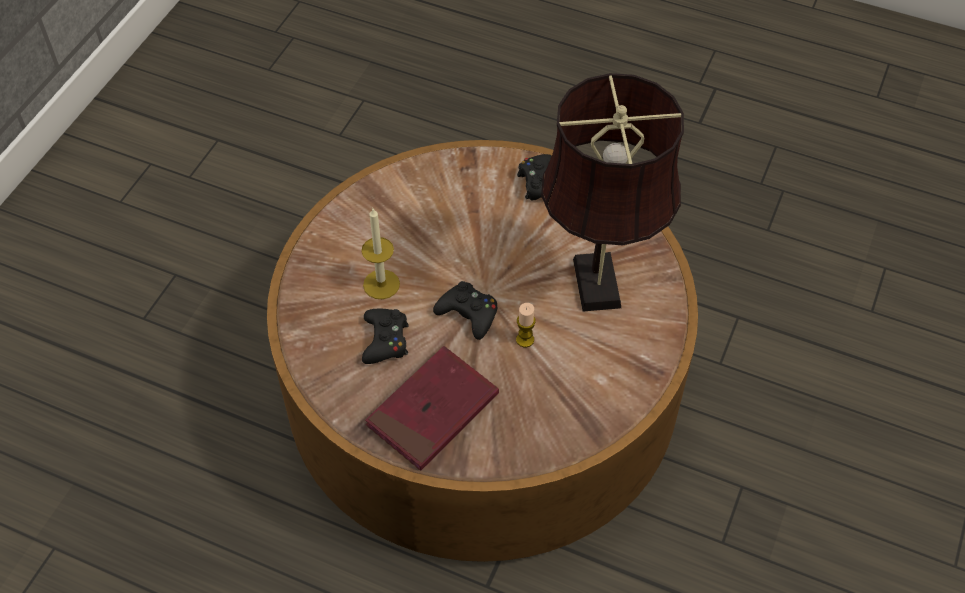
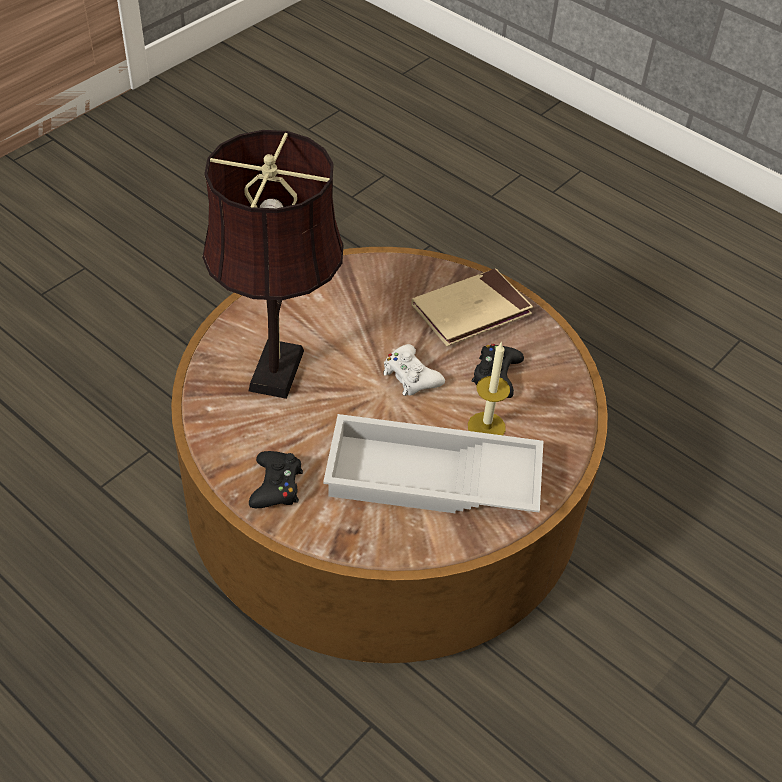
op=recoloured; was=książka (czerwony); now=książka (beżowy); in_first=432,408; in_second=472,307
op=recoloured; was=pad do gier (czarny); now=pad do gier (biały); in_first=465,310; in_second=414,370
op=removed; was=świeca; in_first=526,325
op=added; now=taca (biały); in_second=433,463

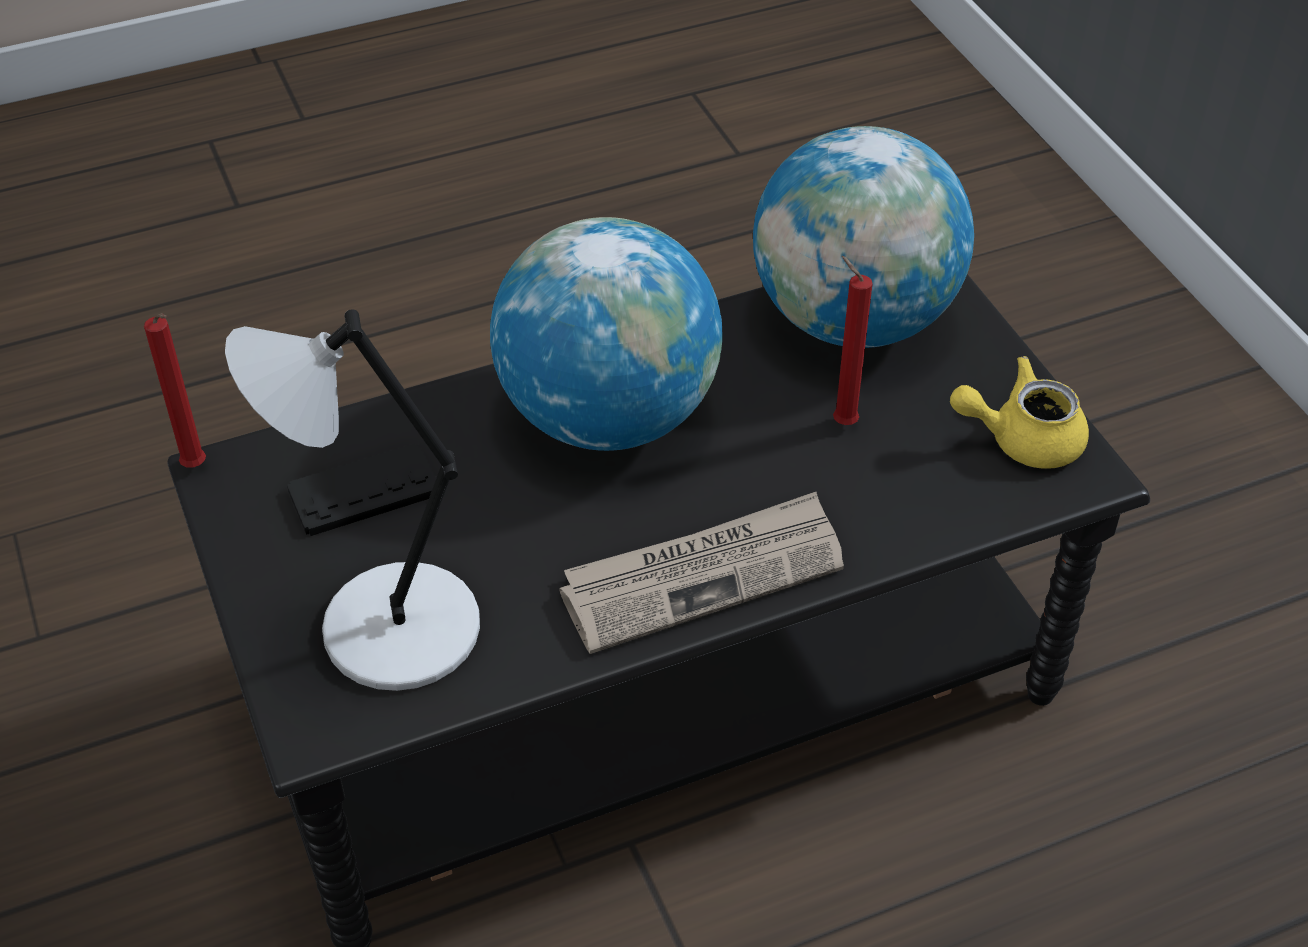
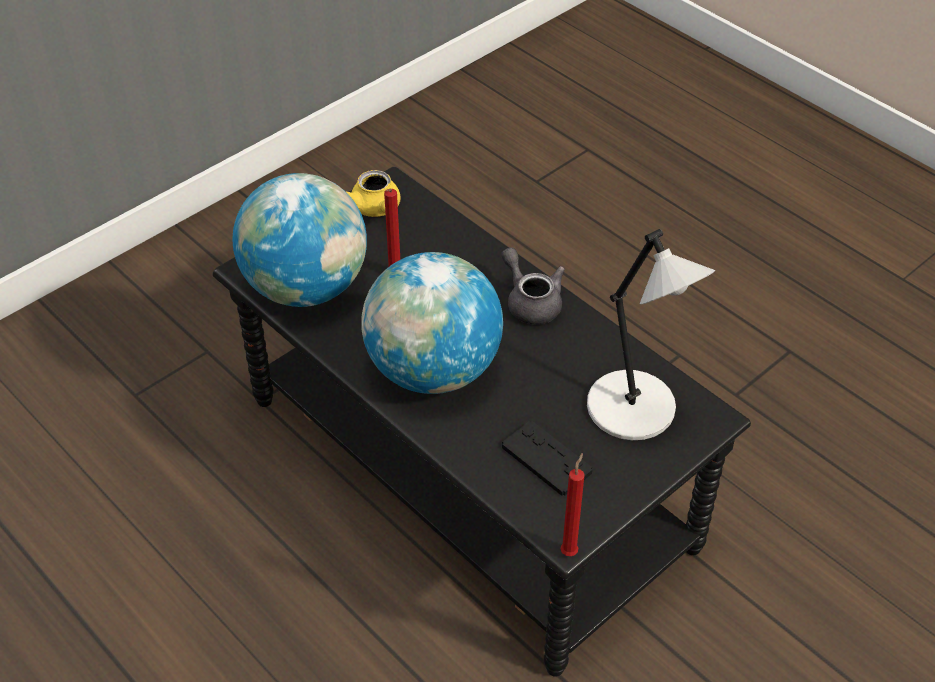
op=replaced; was=gazeta; now=imbryk (szary); in_first=701,573; in_second=533,285

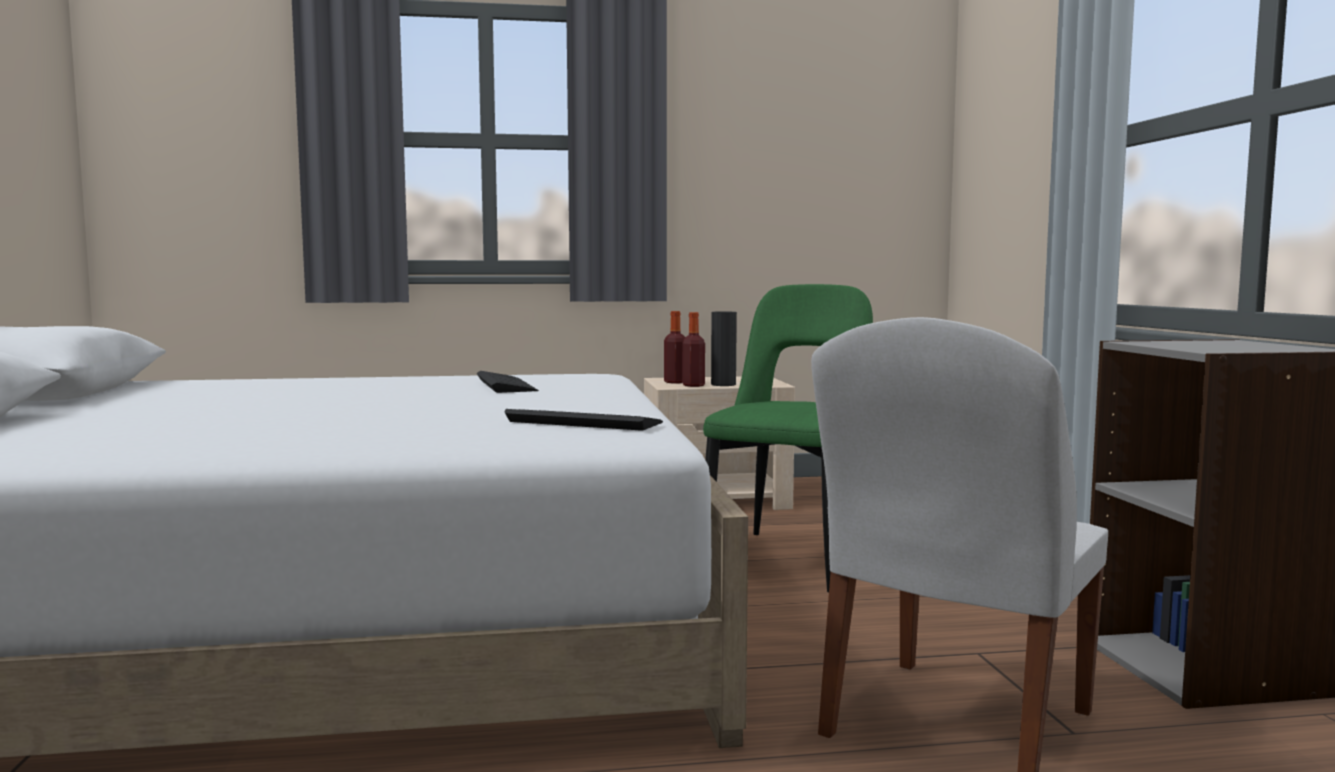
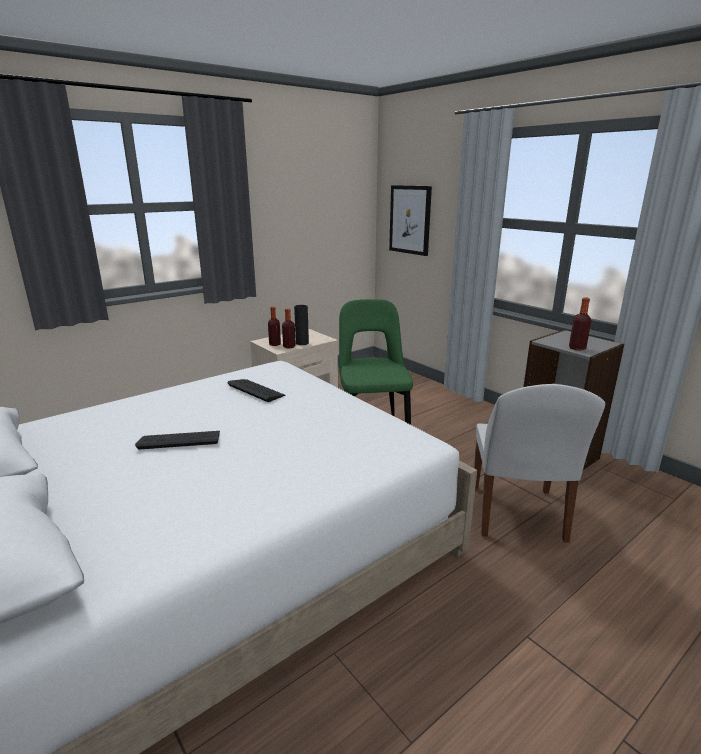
op=moved; was=klawiatura; in_first=584,419; in_second=177,440
op=added; now=obraz; in_second=410,220
op=added; now=butelka; in_second=580,324

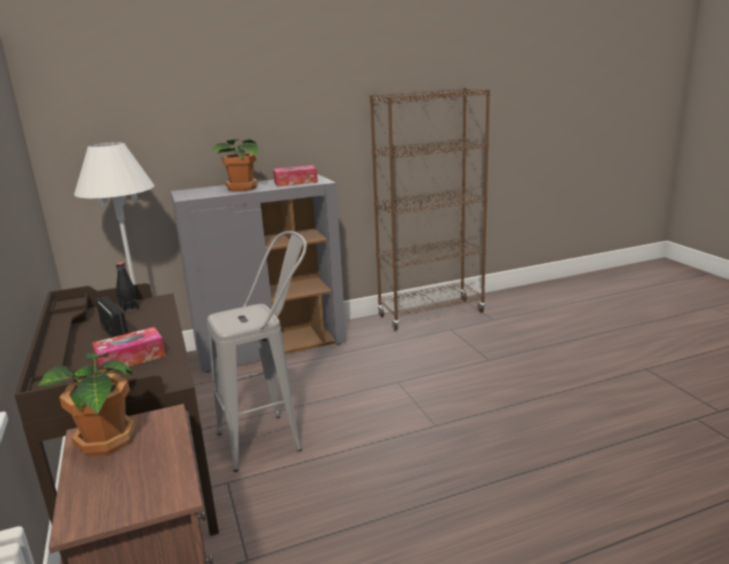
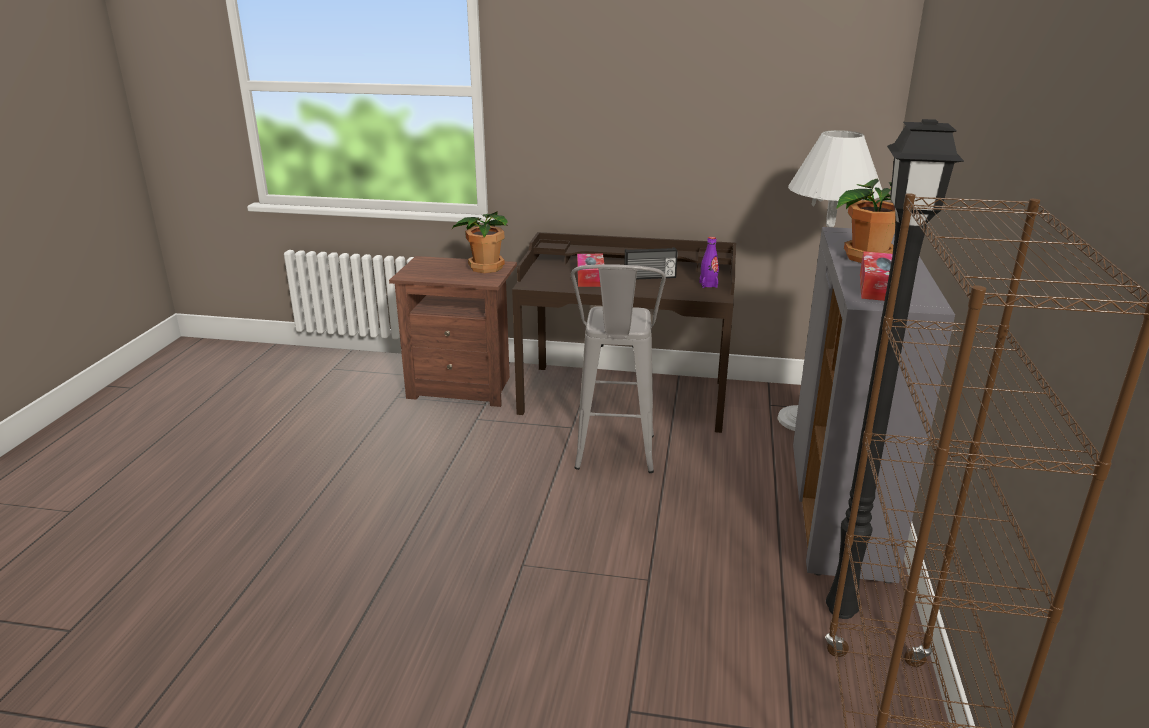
op=recoloured; was=butelka (czarny); now=butelka (fioletowy); in_first=127,287; in_second=709,262
op=added; now=lampa stojąca (czarny); in_second=895,369

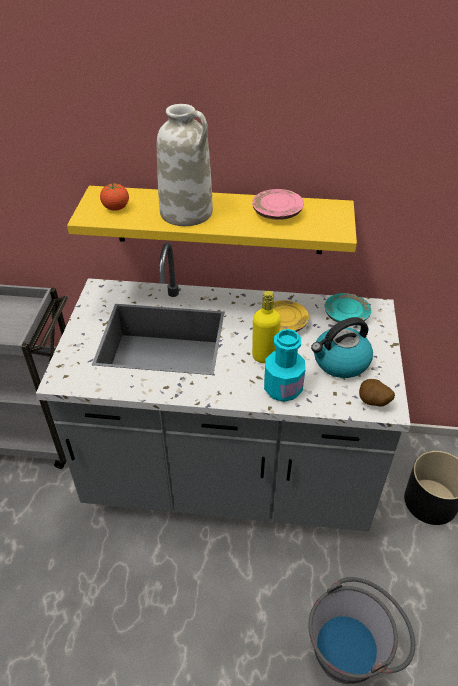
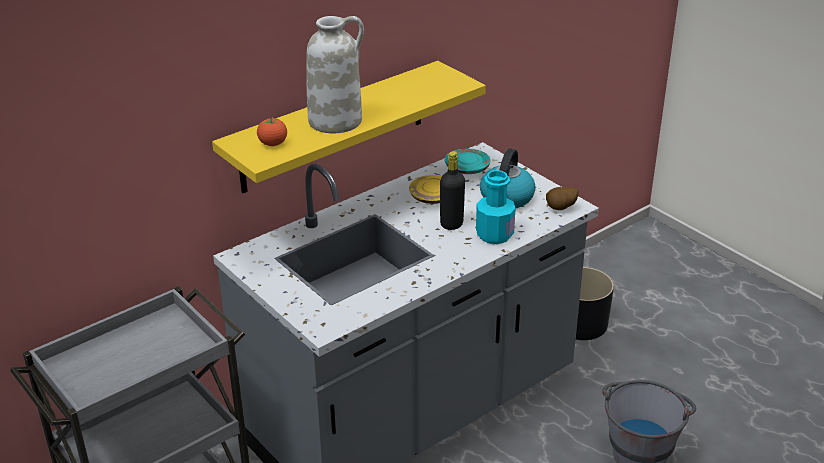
op=removed; was=talerz (różowy); in_first=278,204
op=recoloured; was=butelka (żółty); now=butelka (czarny); in_first=266,327; in_second=452,190

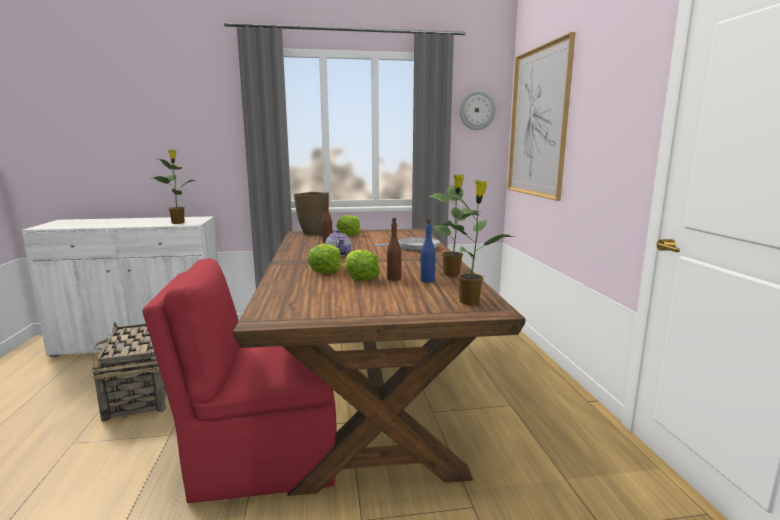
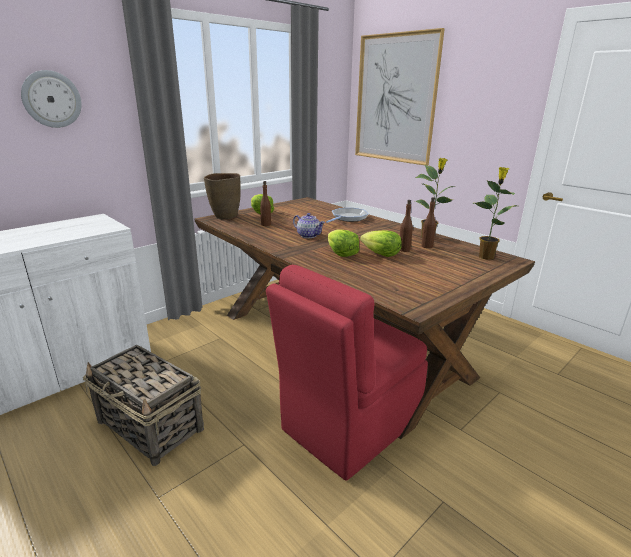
op=removed; was=roślina doniczkowa; in_first=173,187
op=recoloured; was=butelka (niebieski); now=butelka (brązowy); in_first=428,251; in_second=428,222
op=moved; was=zegar ścienny; in_first=477,110; in_second=51,99

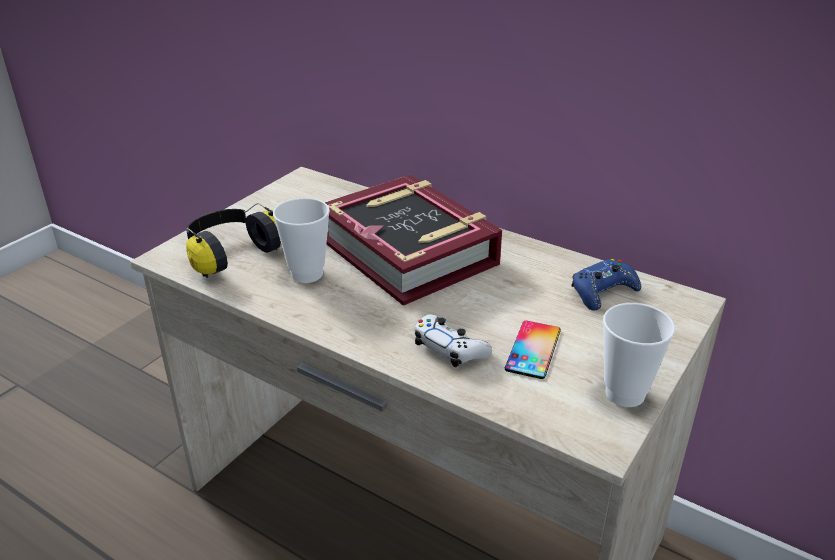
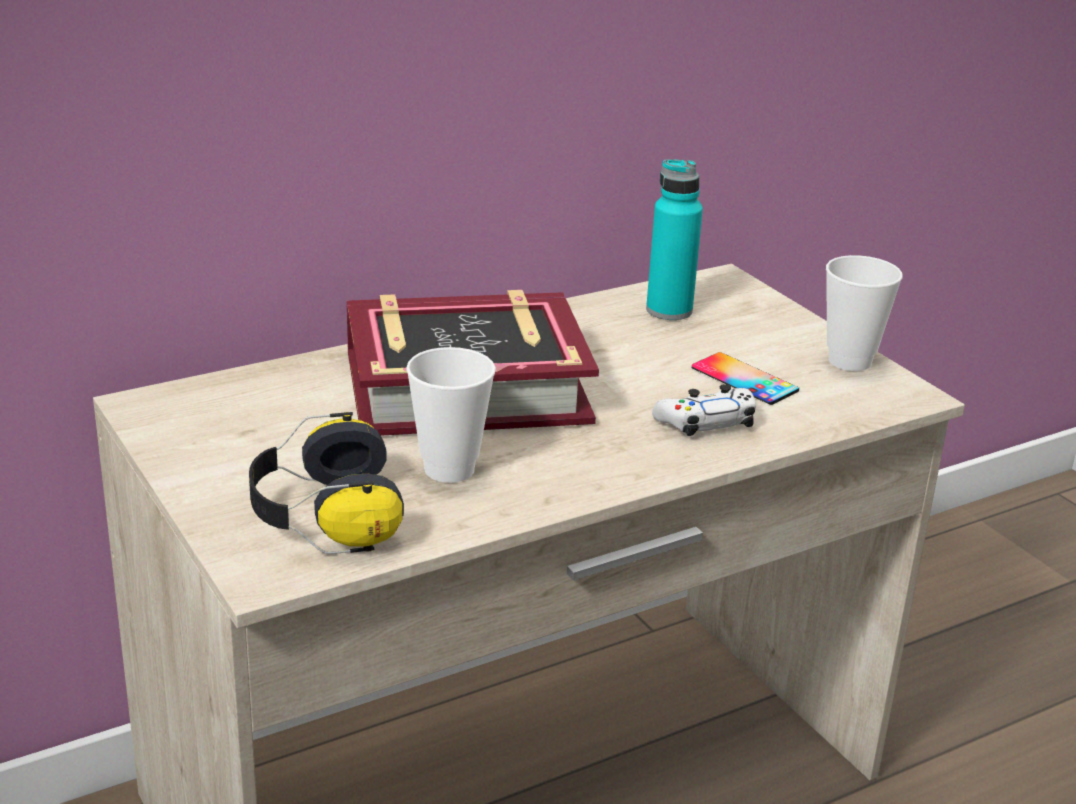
op=replaced; was=pad do gier (niebieski); now=butelka (turkusowy); in_first=606,285; in_second=674,239

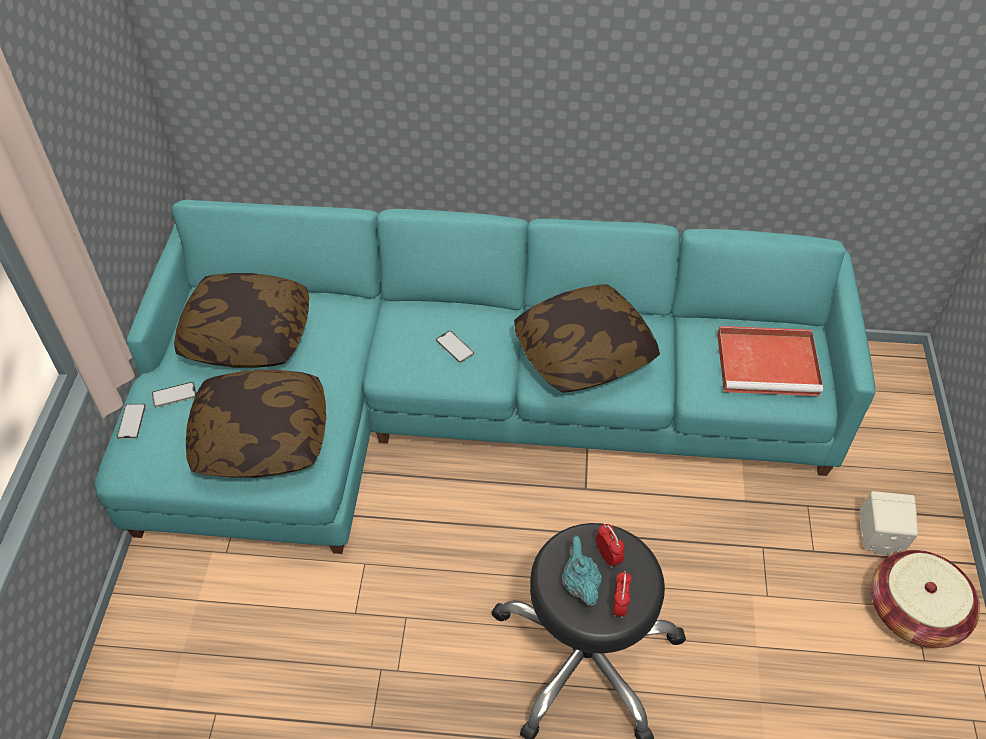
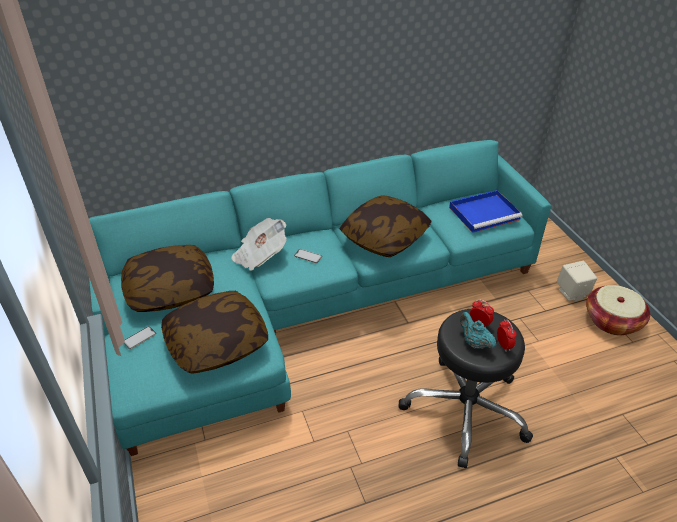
op=removed; was=telefon; in_first=131,421
op=recoloured; was=taca (czerwony); now=taca (niebieski); in_first=770,361; in_second=486,211
op=added; now=gazeta; in_second=259,244

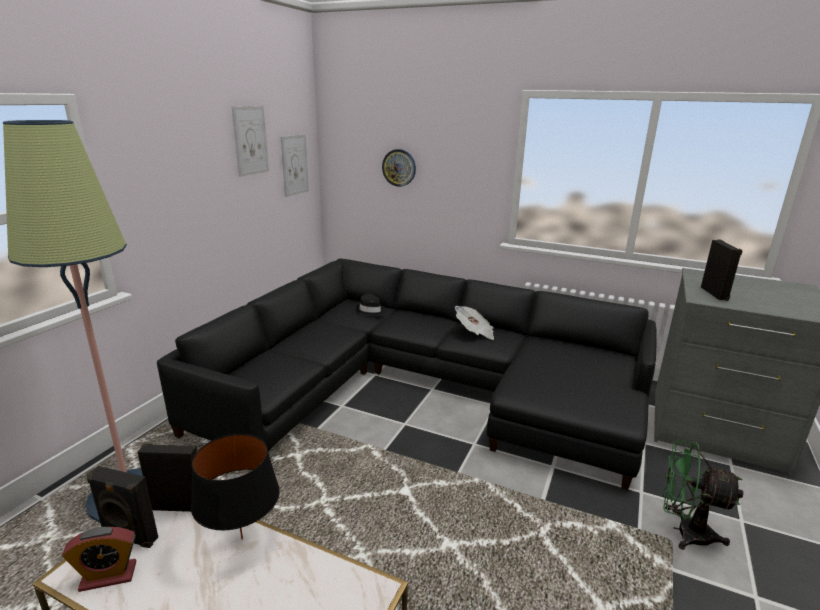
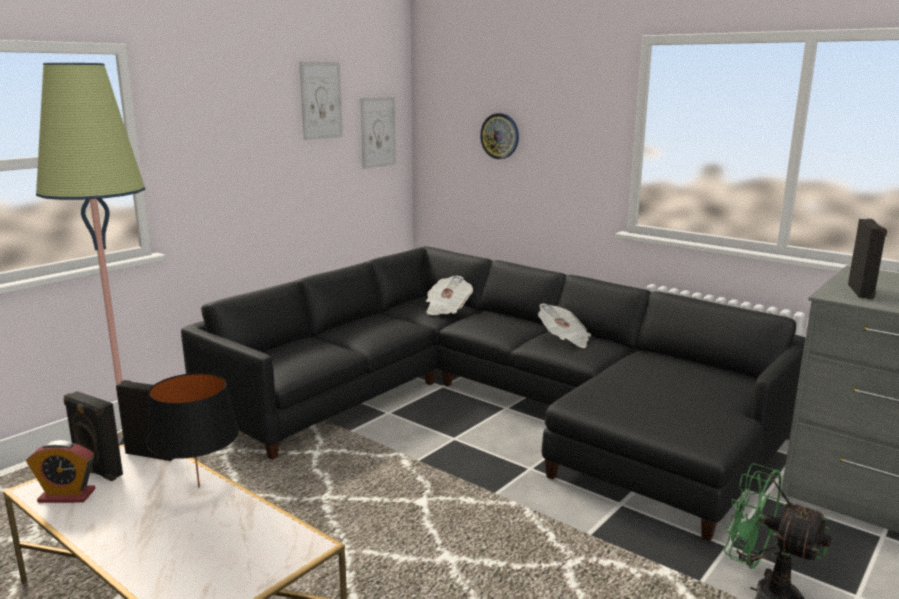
op=replaced; was=kapelusz (czarny); now=gazeta; in_first=370,305; in_second=449,295

